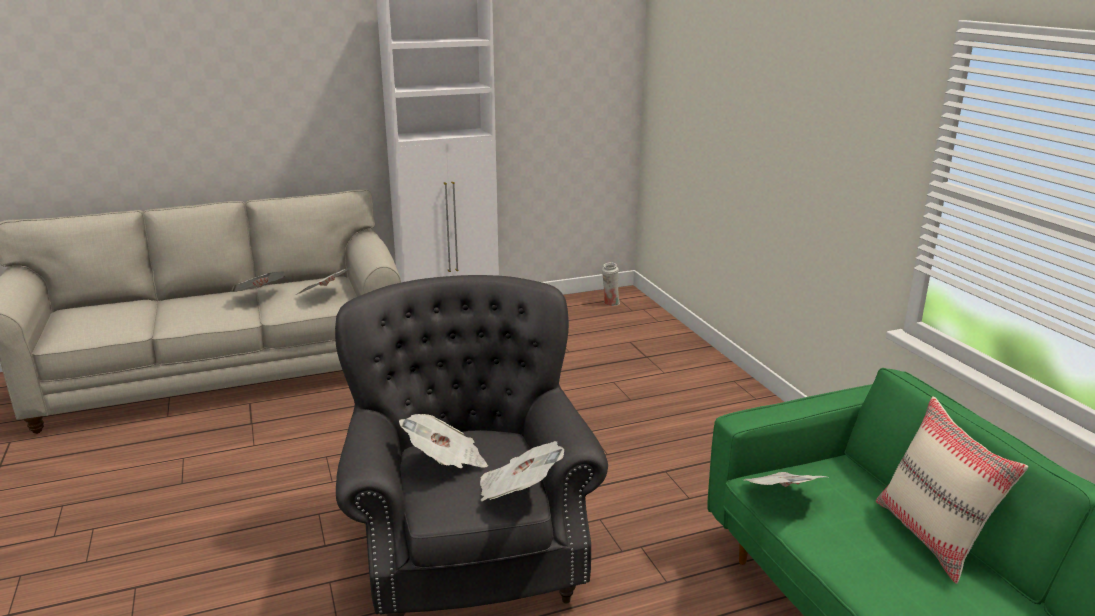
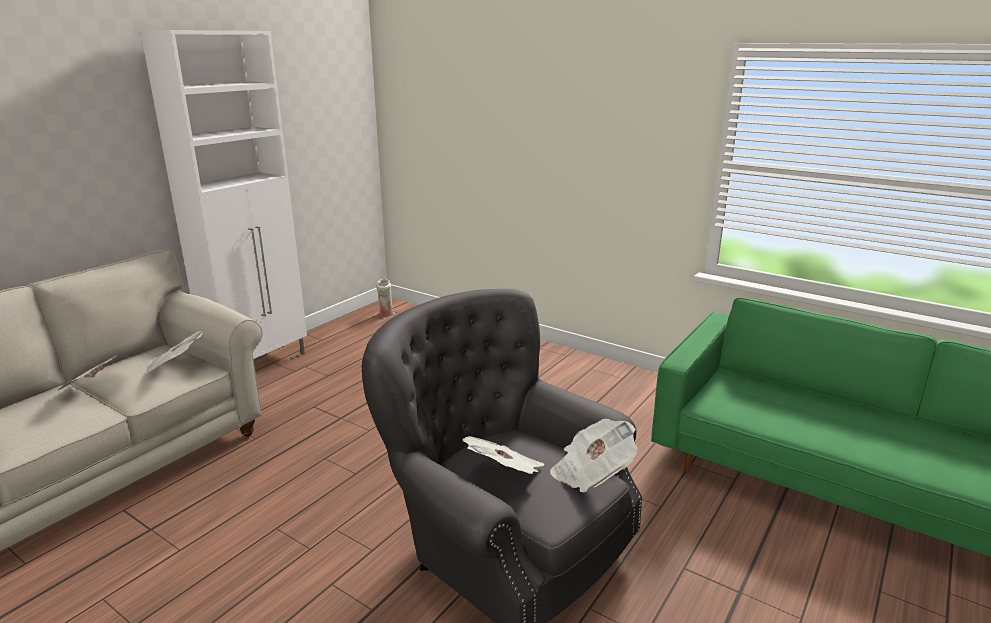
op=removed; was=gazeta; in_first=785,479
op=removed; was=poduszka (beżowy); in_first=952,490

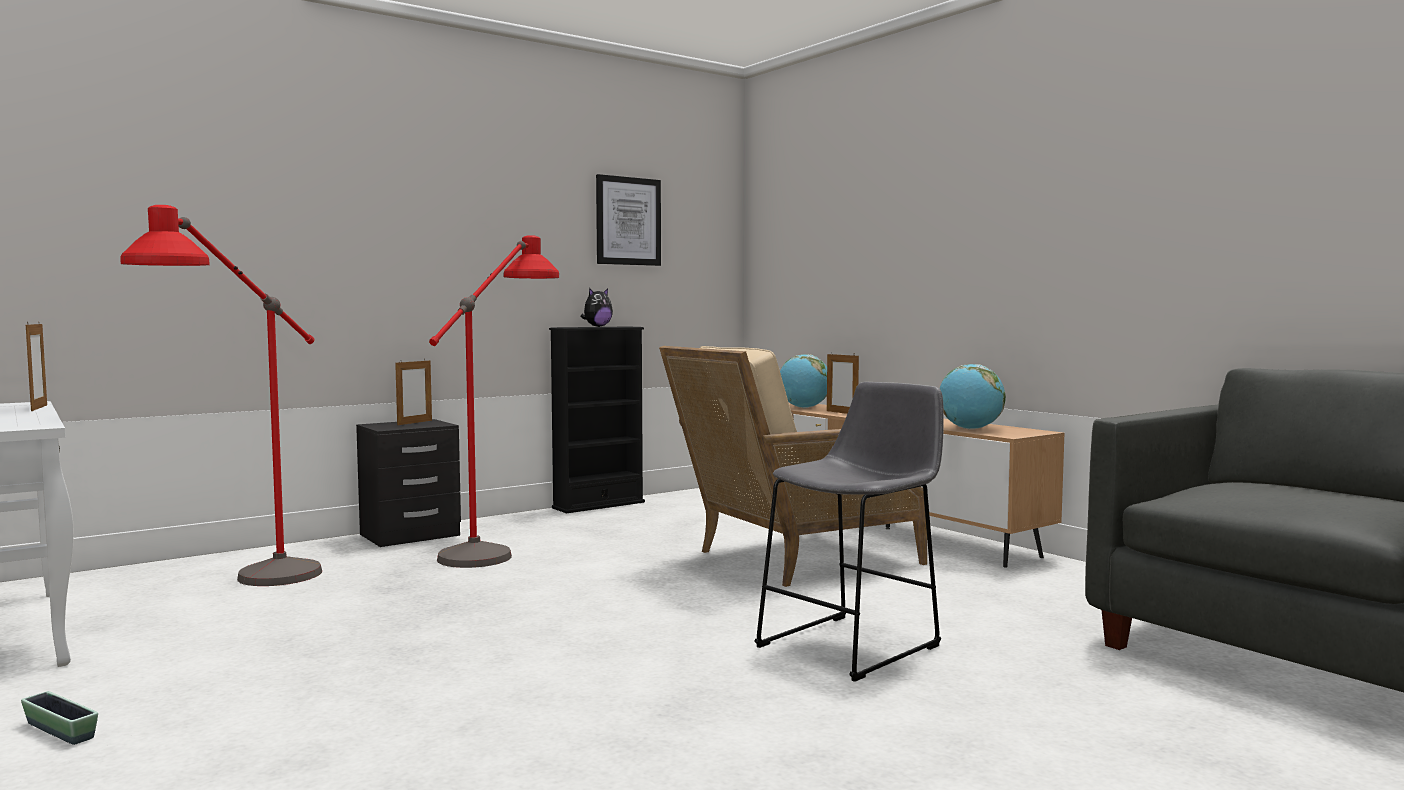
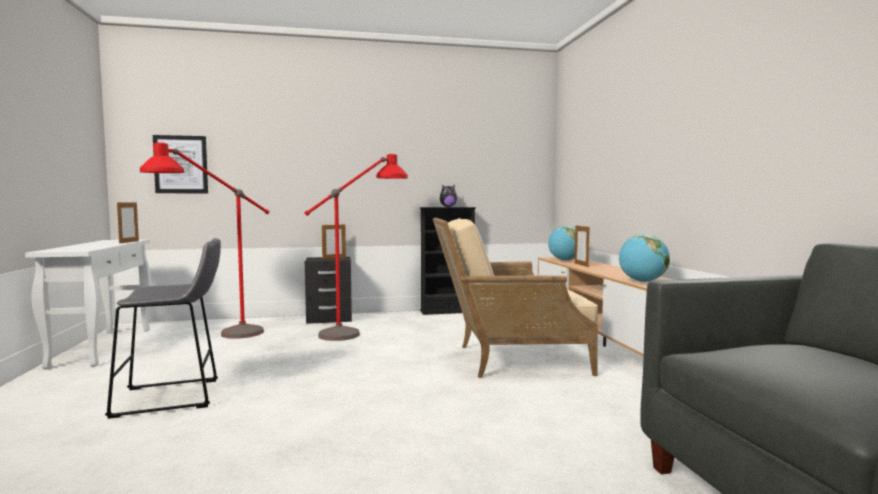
op=removed; was=donica; in_first=59,718
op=moved; was=obraz; in_first=628,220; in_second=180,164
op=moved; was=stołek (szary); in_first=849,532; in_second=163,328

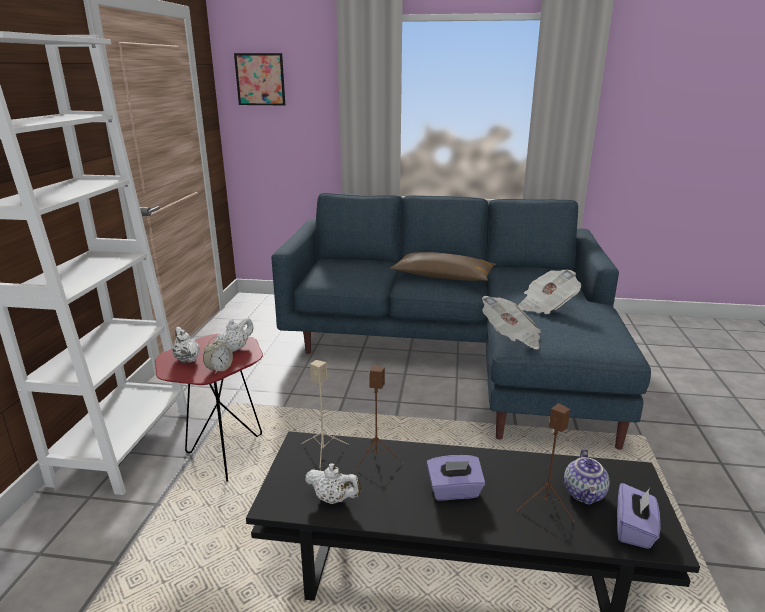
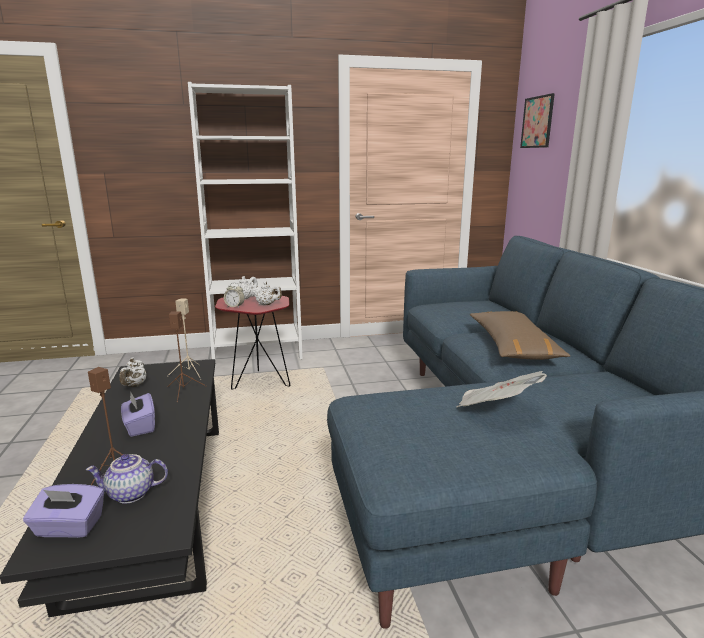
op=removed; was=gazeta; in_first=511,322

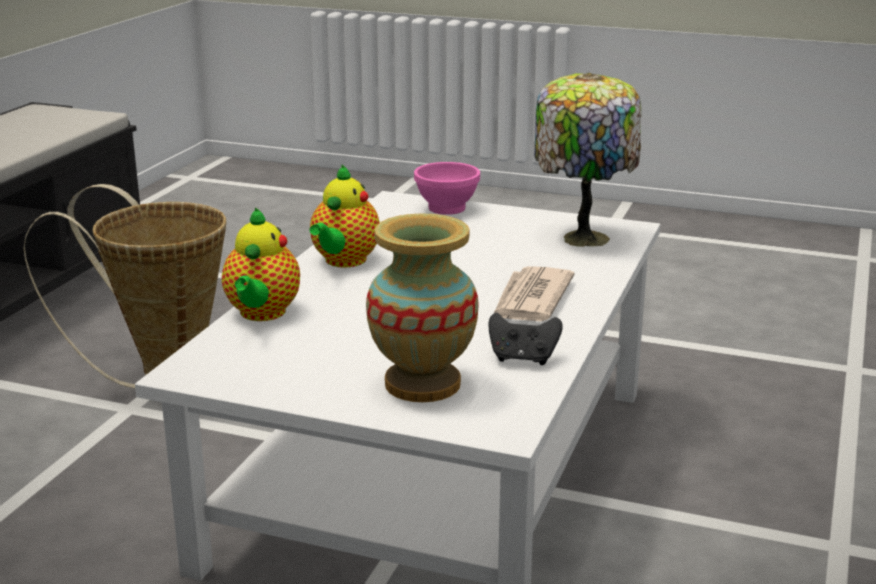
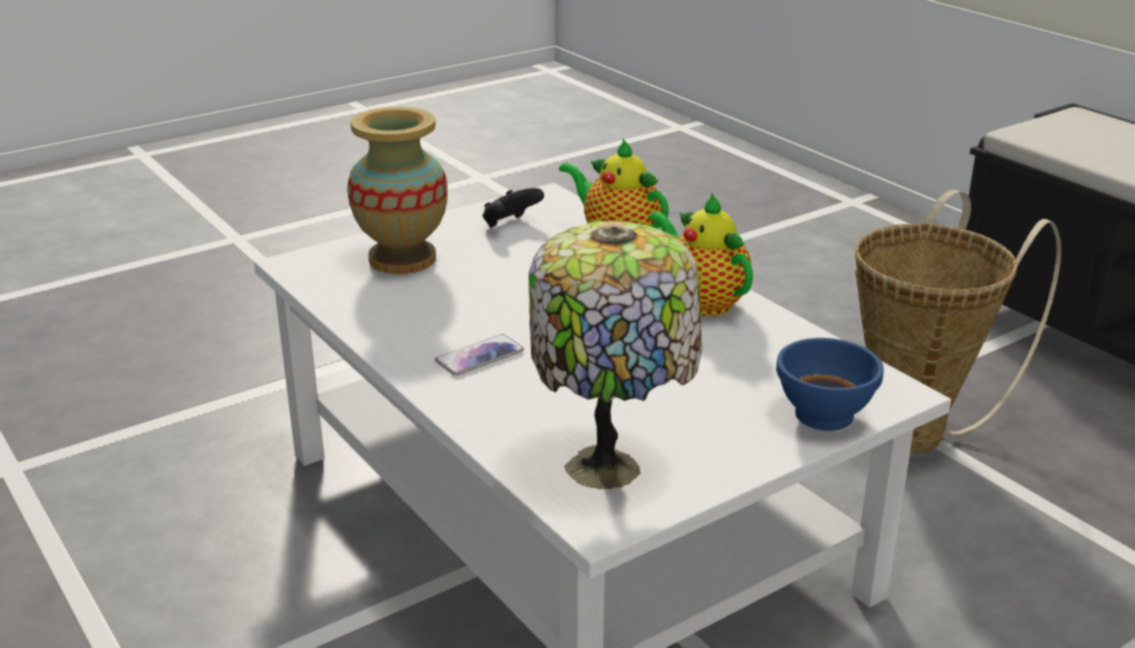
op=recoloured; was=miska (różowy); now=miska (niebieski); in_first=447,188; in_second=830,384
op=moved; was=pad do gier (czarny); in_first=525,339; in_second=513,207
op=replaced; was=gazeta; now=telefon; in_first=534,293; in_second=479,355

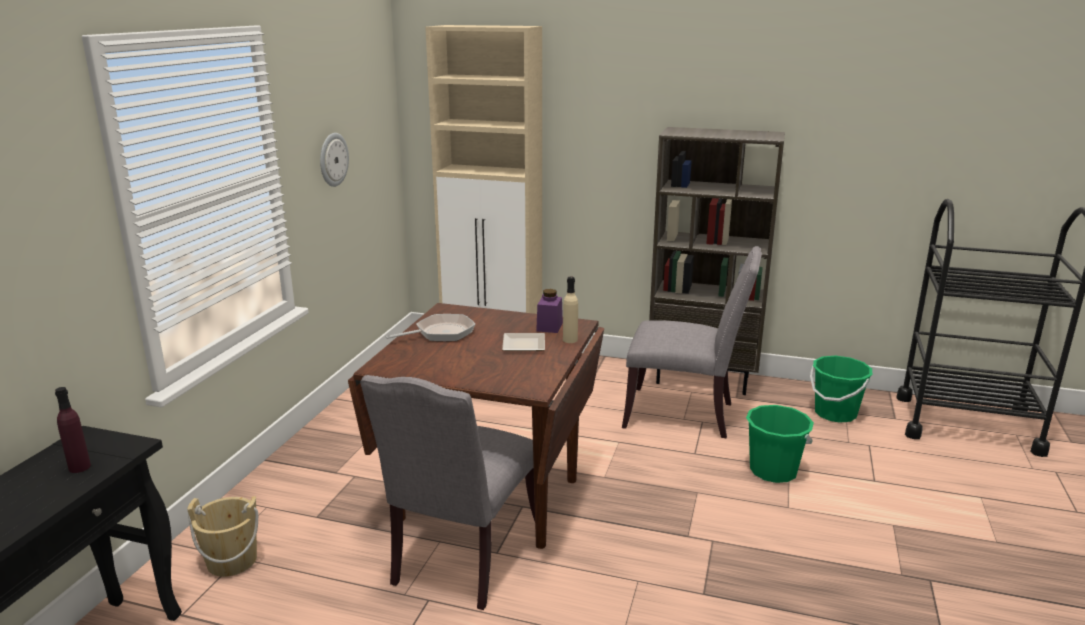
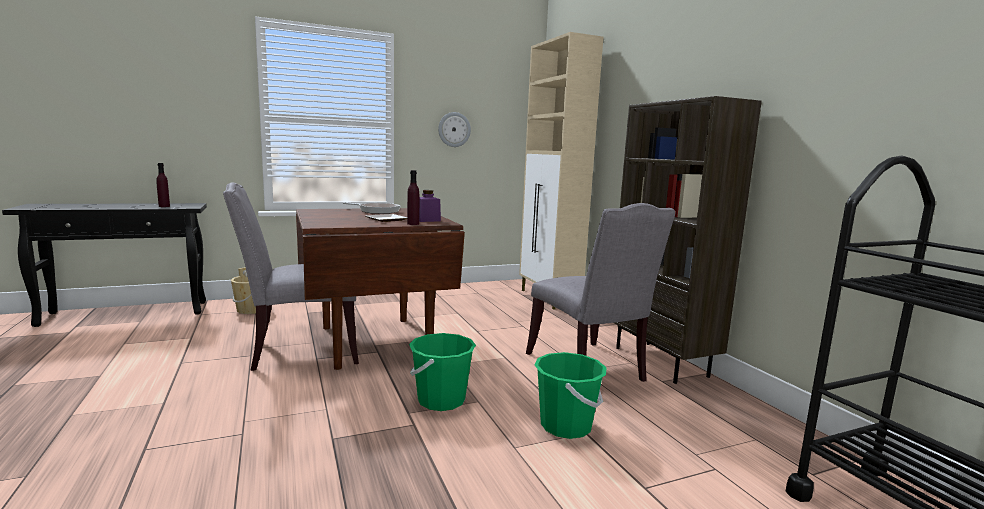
op=recoloured; was=butelka (beżowy); now=butelka (fioletowy); in_first=570,310; in_second=413,197
op=moved; was=wiadro (zielony); in_first=841,389; in_second=442,372

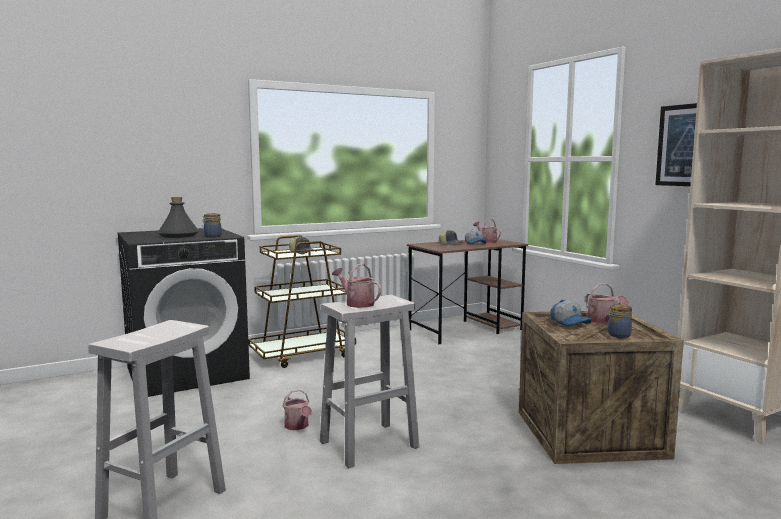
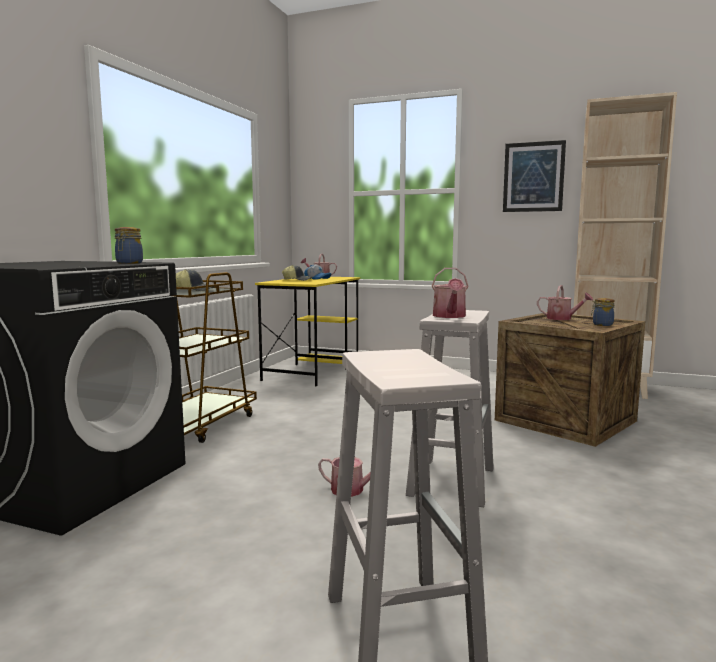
op=removed; was=butelka (szary); in_first=178,217
op=turned; was=konewka; in_first=356,285; in_second=450,293; clockwise=-90
op=recoloured; was=biurko (brązowy); now=biurko (żółty); in_first=467,291; in_second=307,332
op=removed; was=czapka z daszkiem; in_first=571,313

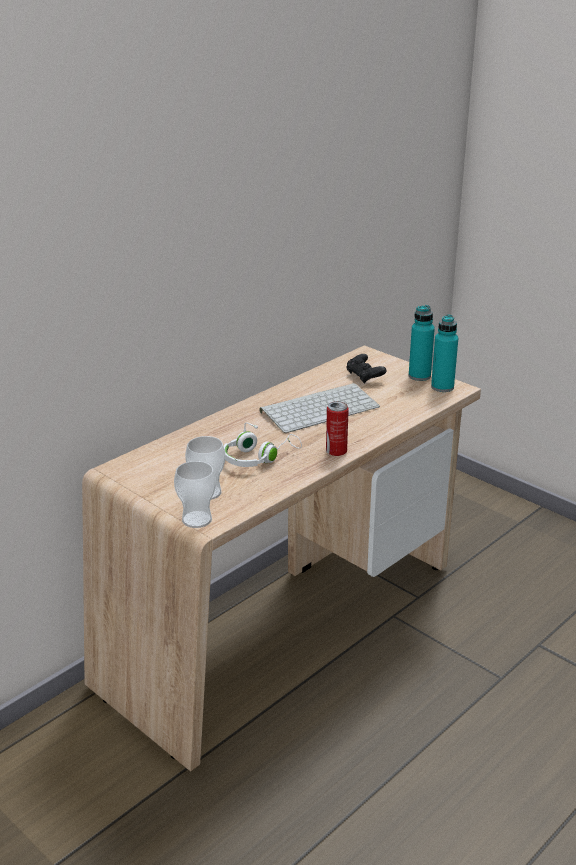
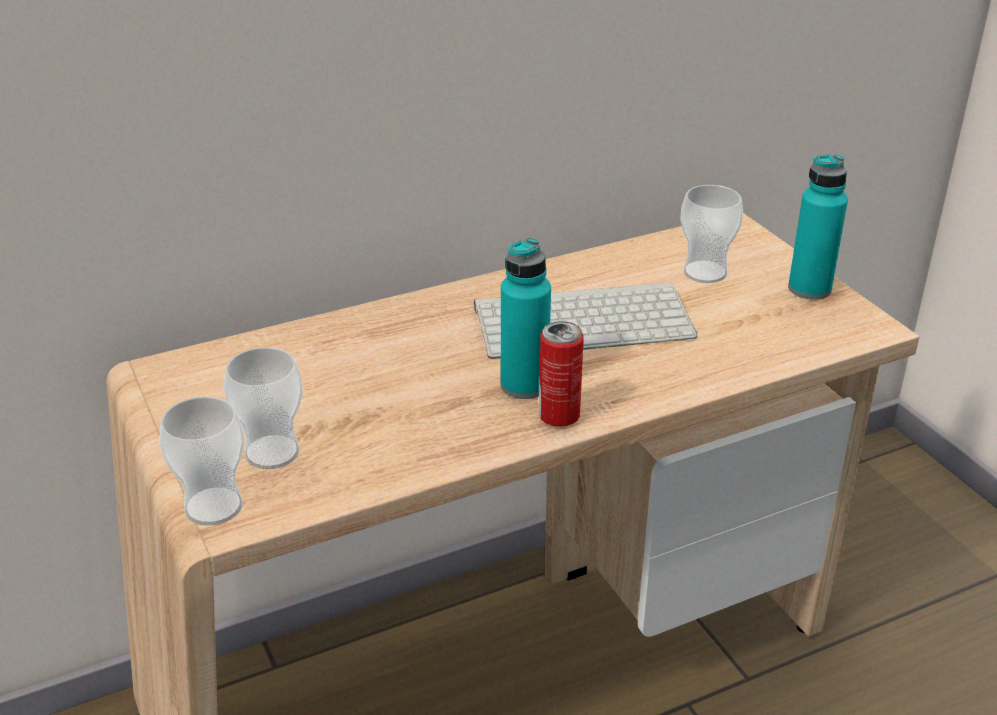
op=removed; was=słuchawki (biały); in_first=263,444
op=replaced; was=pad do gier (czarny); now=filiżanka; in_first=366,369; in_second=711,234
op=moved; was=butelka (turkusowy); in_first=444,353; in_second=526,318

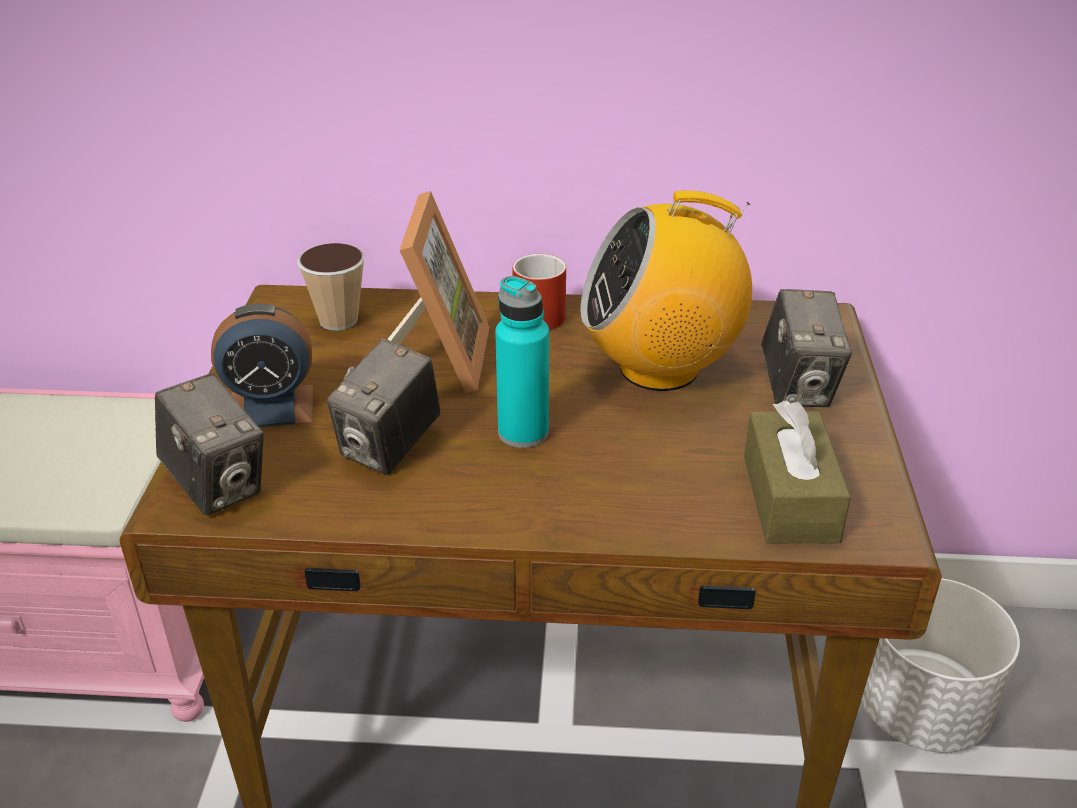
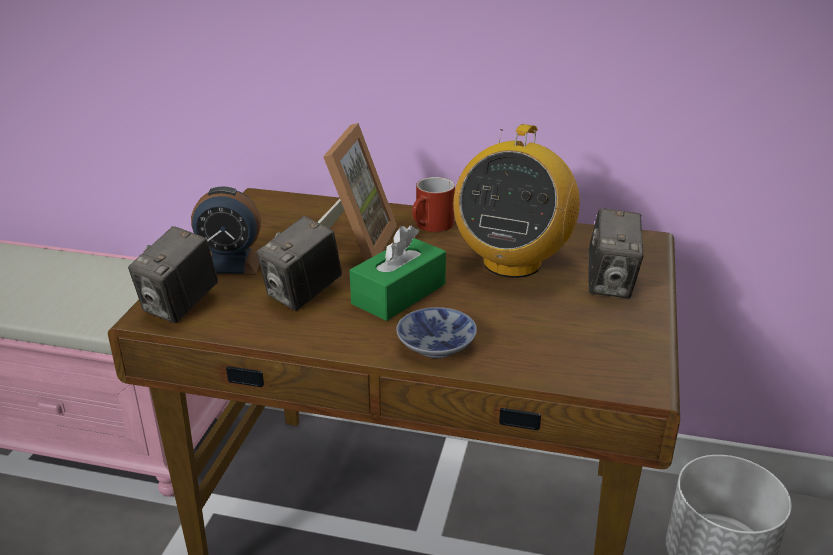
op=turned; was=aparat fotograficzny; in_first=209,444; in_second=173,274; clockwise=60
op=removed; was=filiżanka; in_first=331,286
op=replaced; was=butelka (turkusowy); now=pudełko chusteczek (zielony); in_first=522,362; in_second=398,273
op=turned; was=radio; in_first=666,291; in_second=516,201; clockwise=-75
op=removed; was=pudełko chusteczek (brązowy); in_first=797,472
op=added; now=miska; in_second=436,332

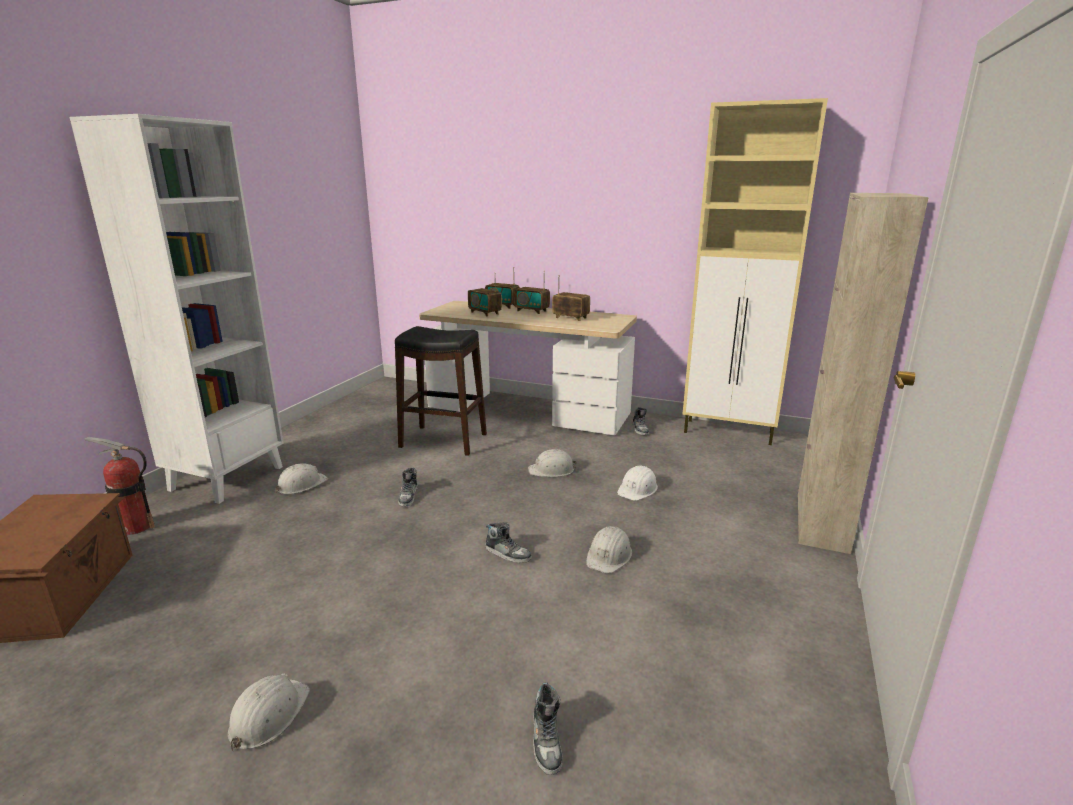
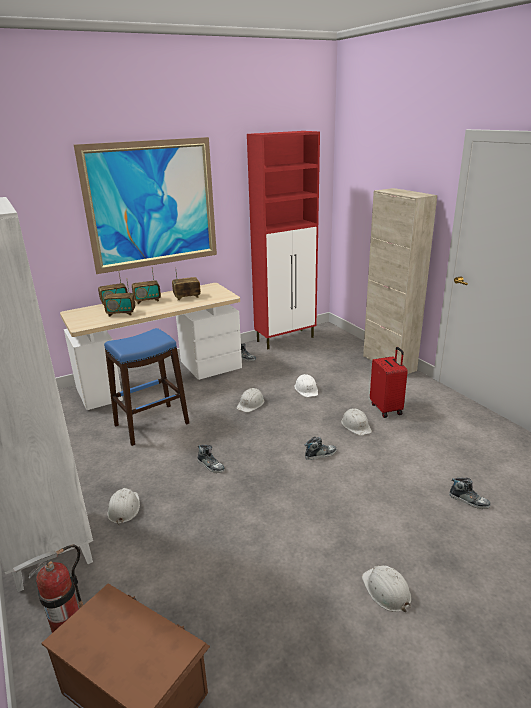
op=recoloured; was=stołek (czarny); now=stołek (niebieski); in_first=441,391; in_second=146,387
op=recoloured; was=szafka (beżowy); now=szafka (czerwony); in_first=755,271; in_second=283,240
op=added; now=obraz; in_second=145,205
op=added; now=walizka (czerwony); in_second=389,382

